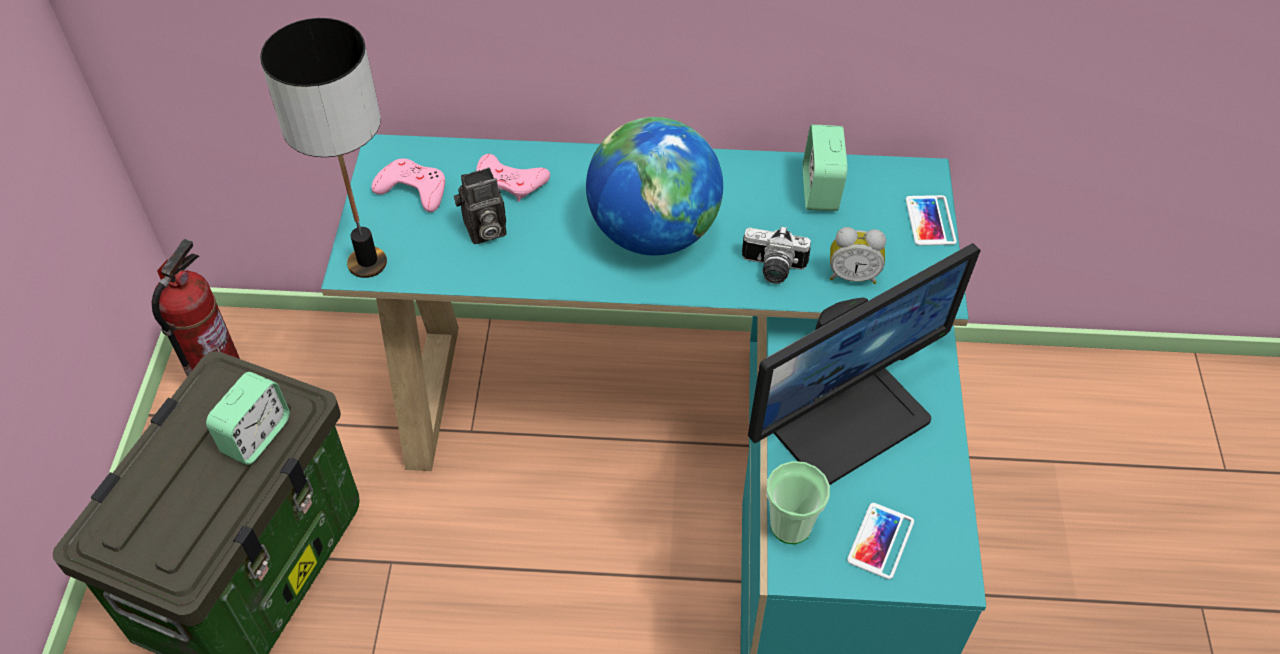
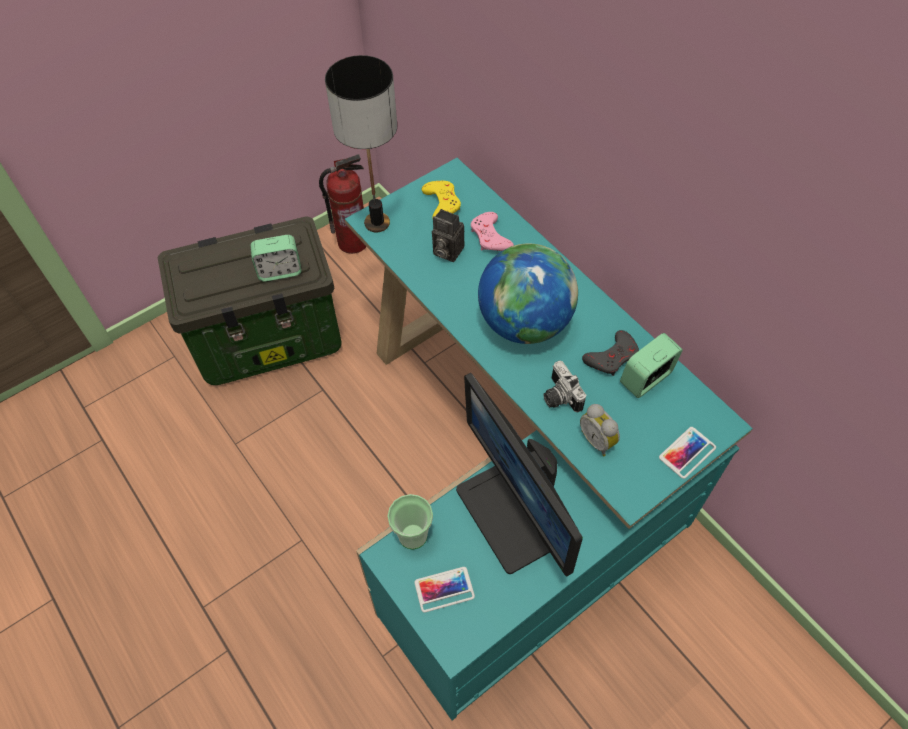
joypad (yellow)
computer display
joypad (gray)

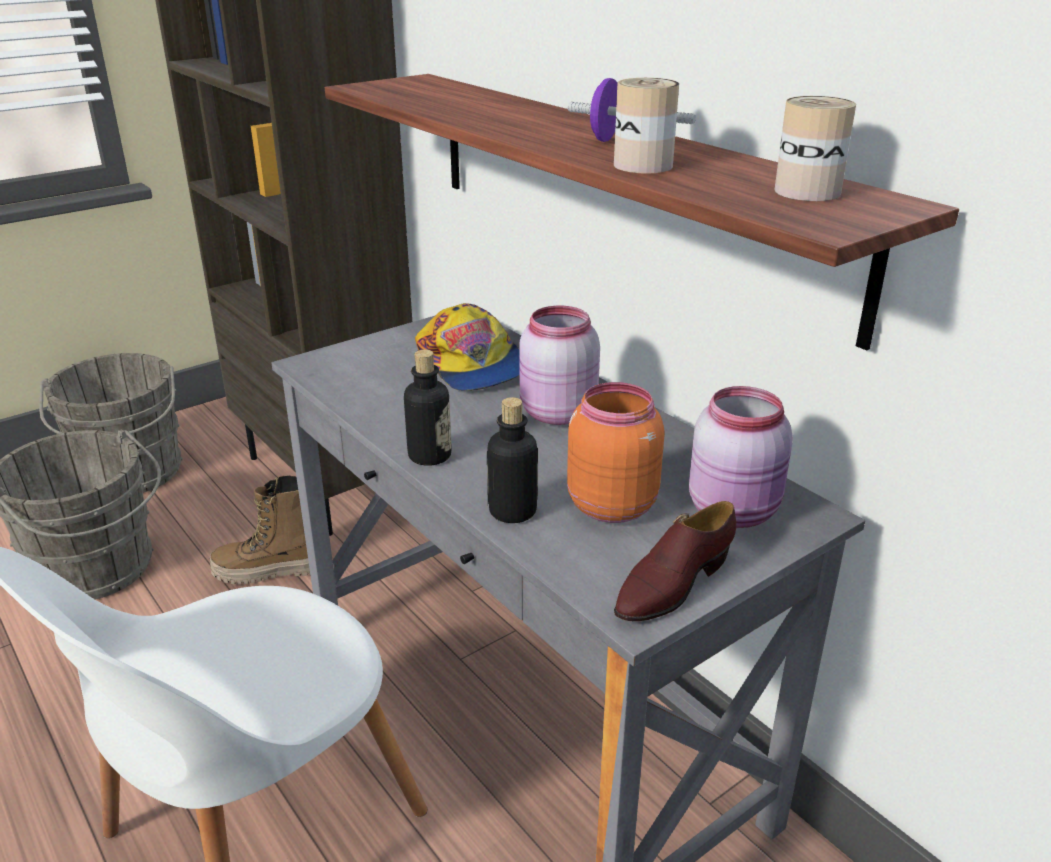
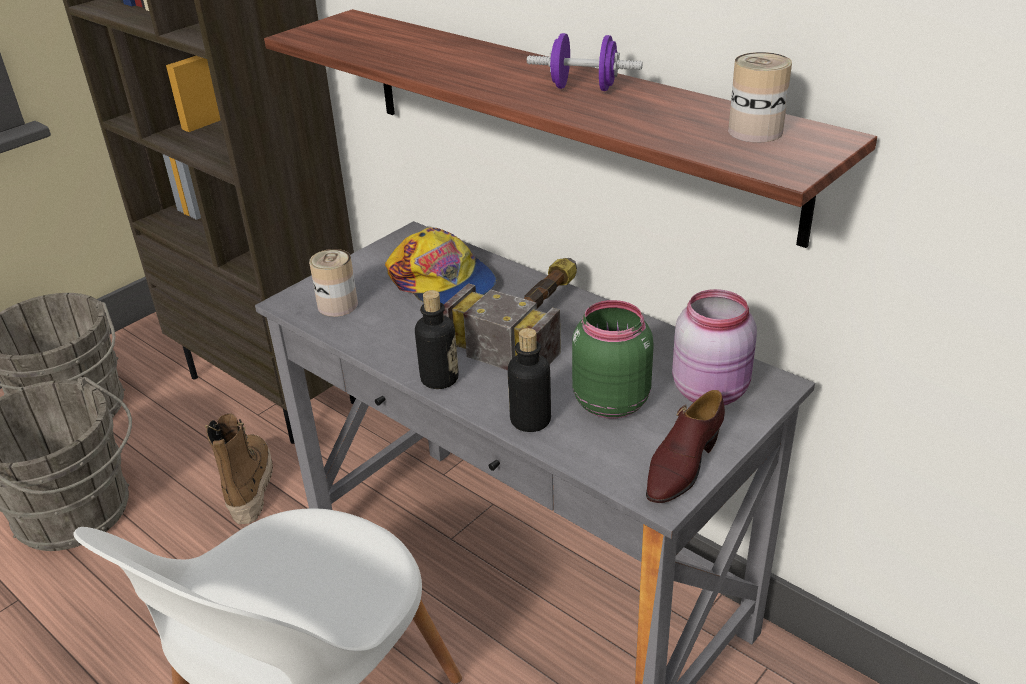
high-top boot
tool hammer
preserve jar (greenish)
metal can (no. 1 from left)

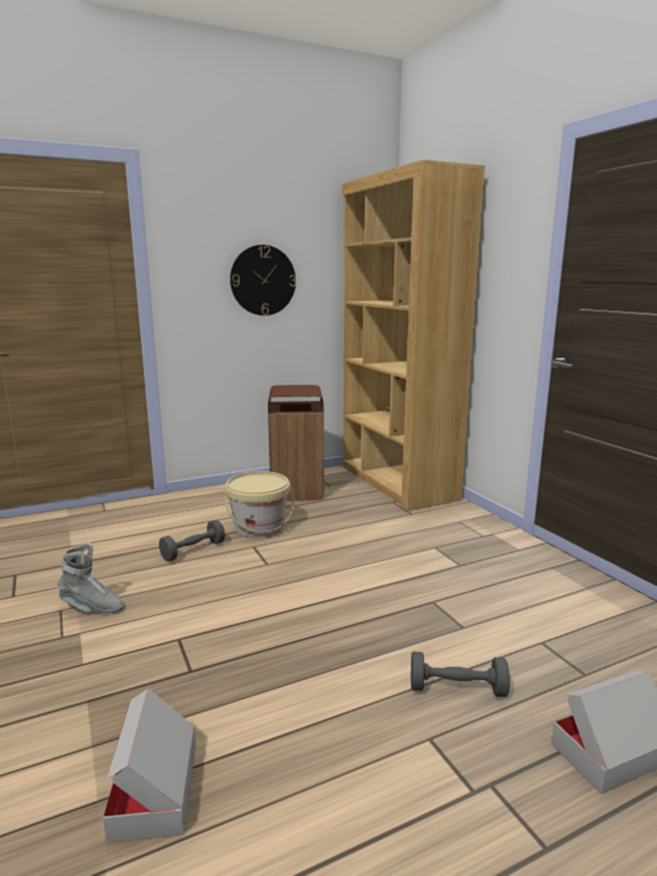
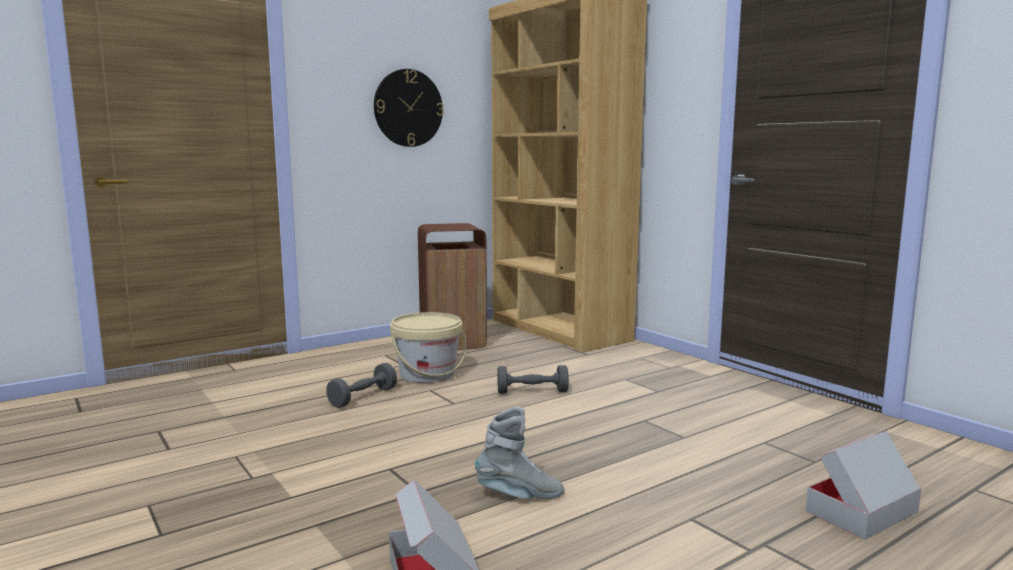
high-top boot (gray)
free weight (gray) (no. 2 from left)

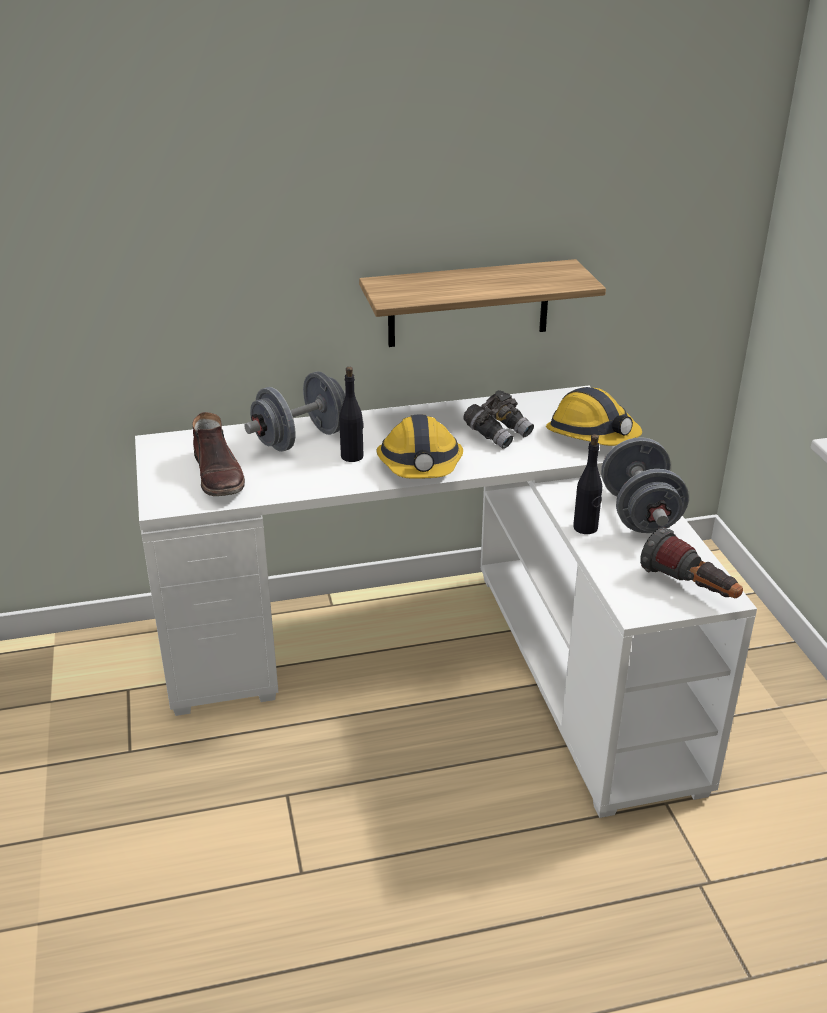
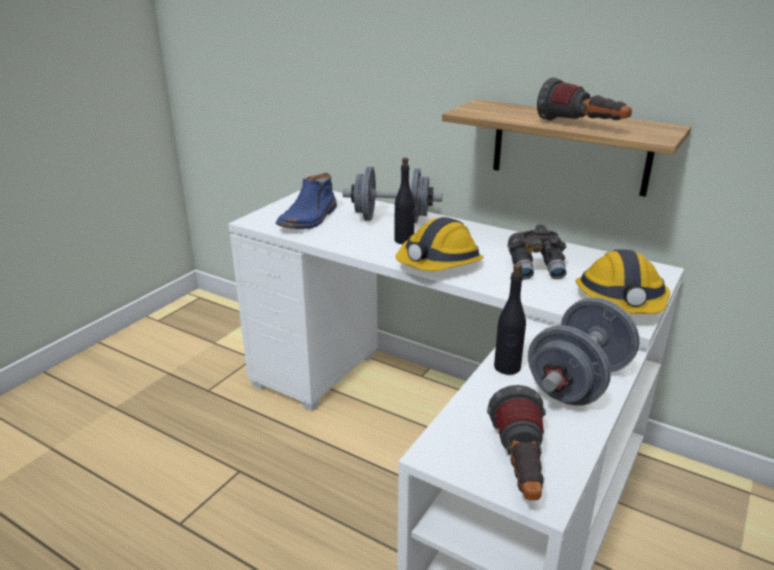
high-top boot (blue-coloured)
torch (no. 2 from left)

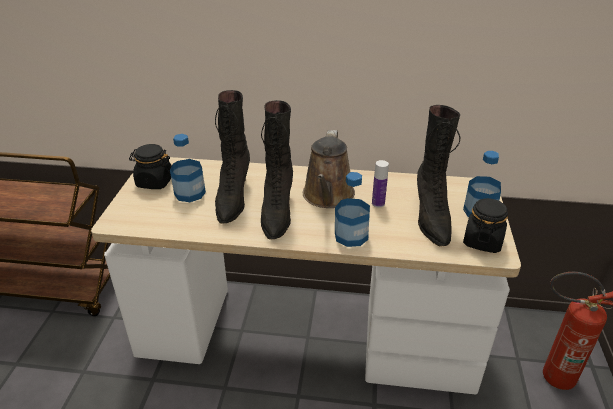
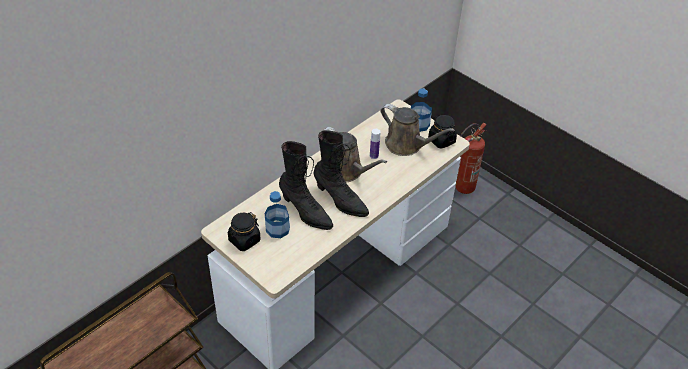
drink bottle (no. 2 from left in the first image)
watering can (brown) (no. 2 from left)

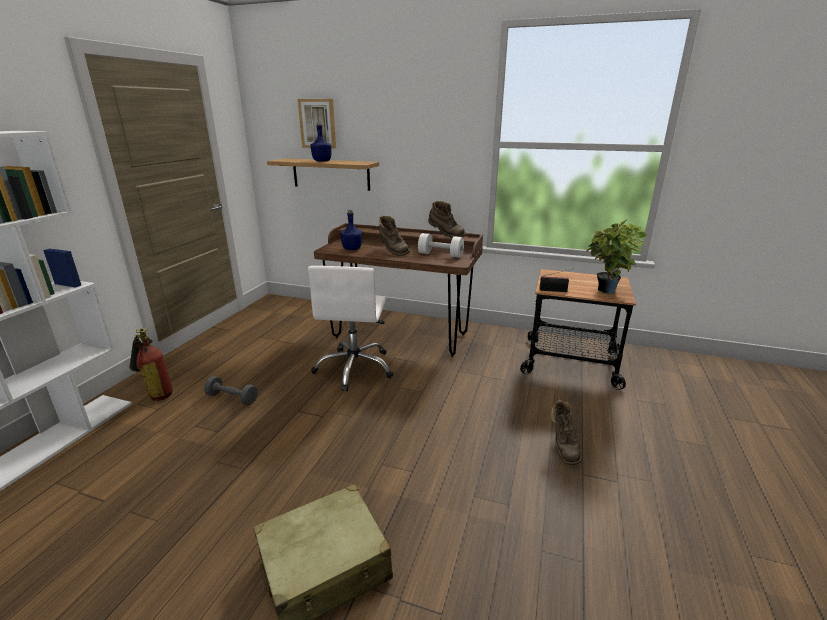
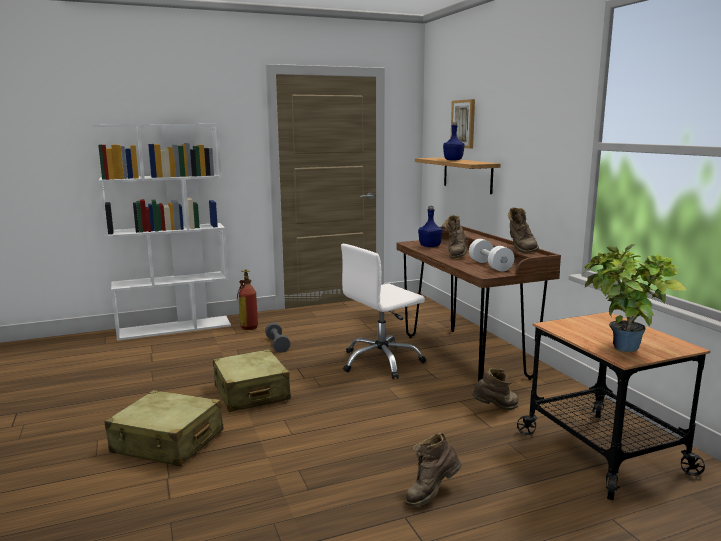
radio
suitcase (beige) (no. 2 from left)
high-top boot (brown) (no. 3 from left)

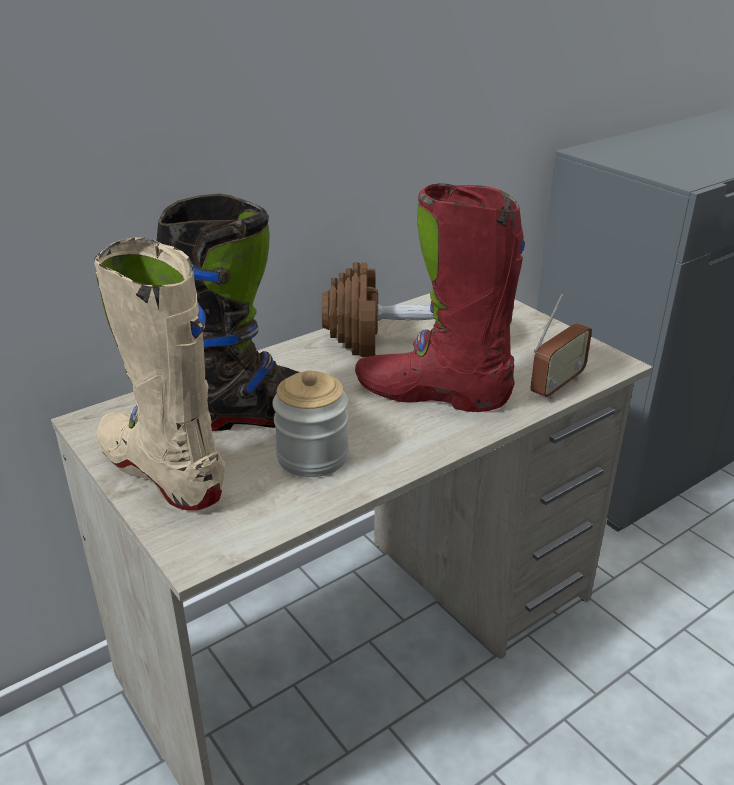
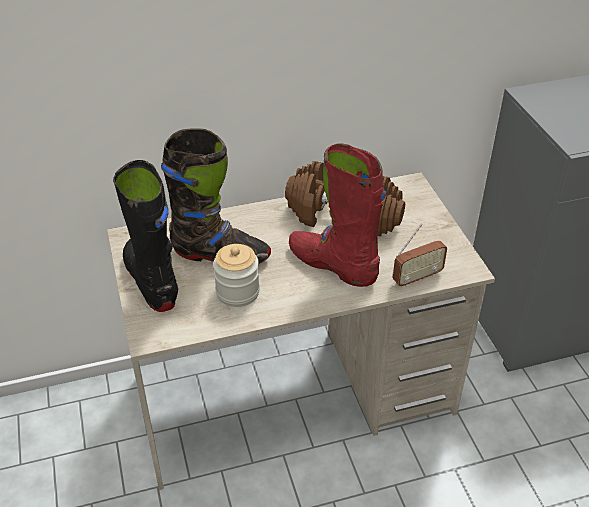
high-top boot (black) (no. 1 from left)

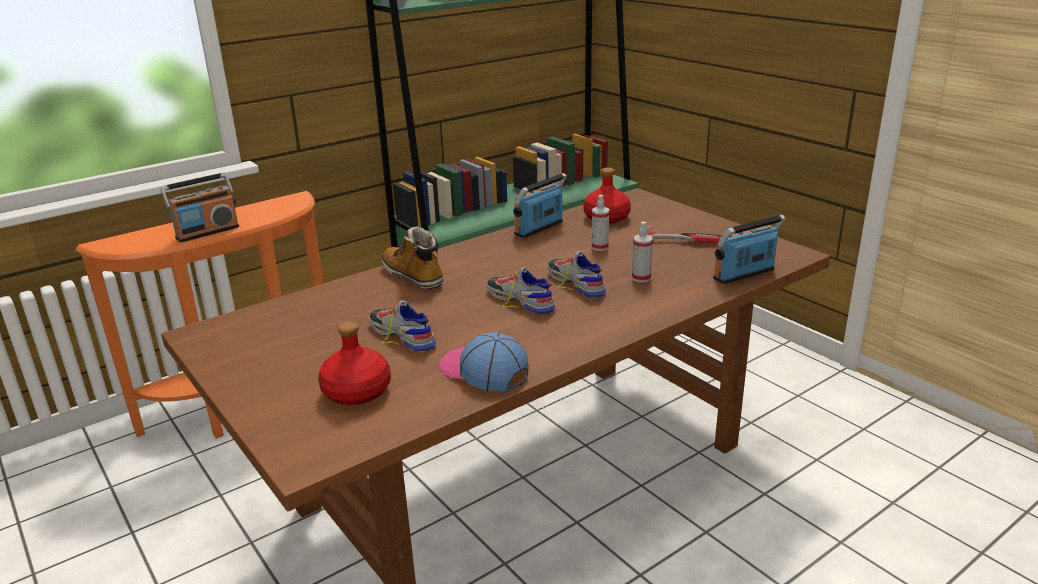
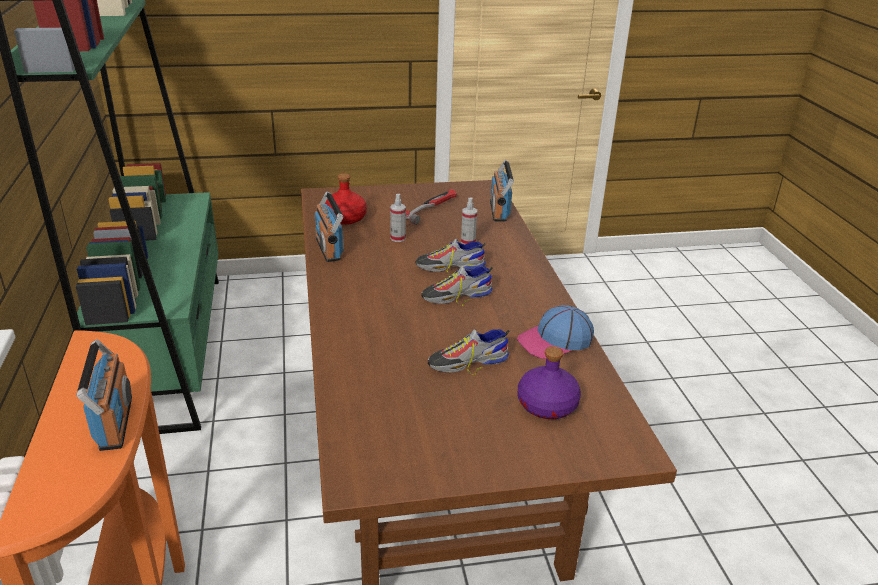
drink bottle (purple)
high-top boot

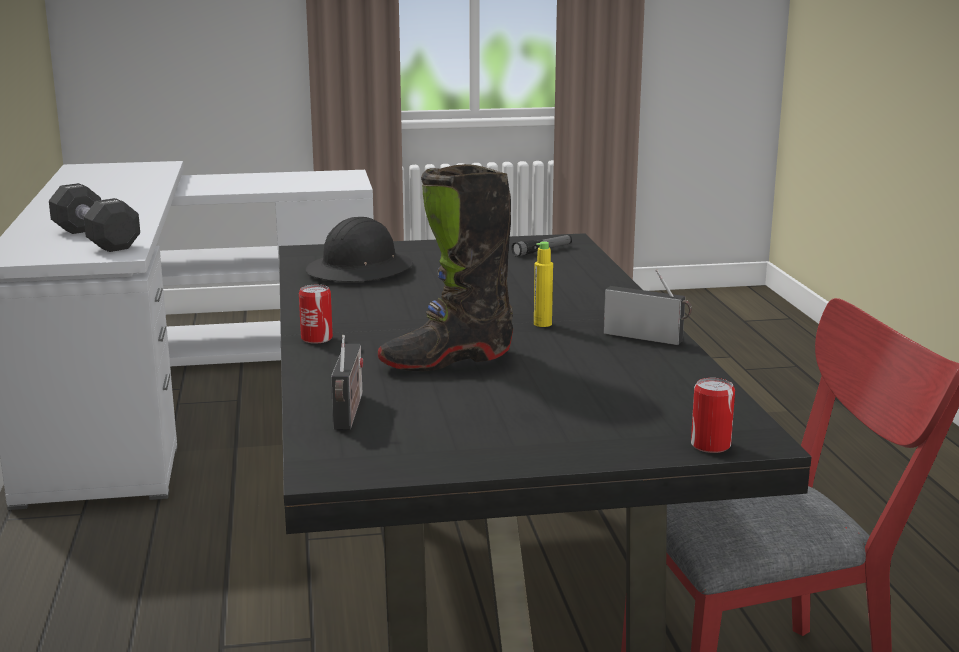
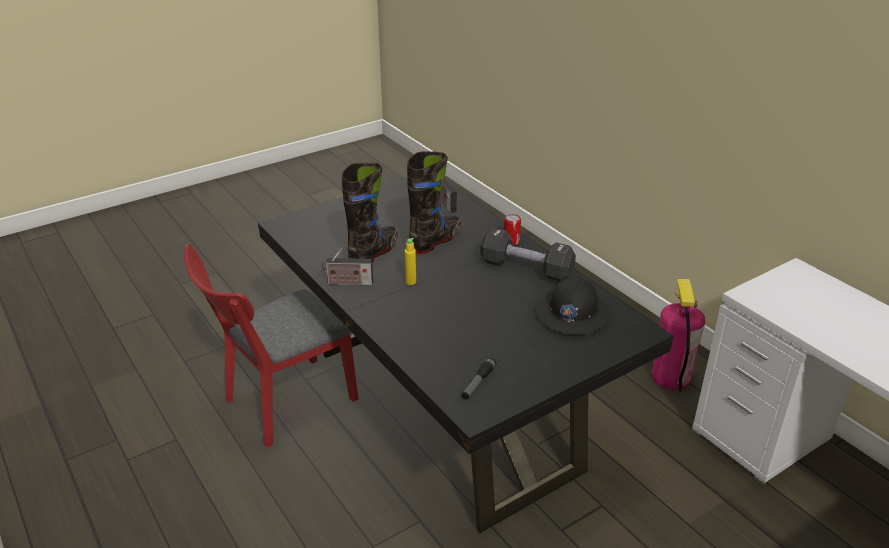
free weight (black)
metal can (no. 2 from left in the first image)
high-top boot (black) (no. 1 from left)
fire-fighting cylinder

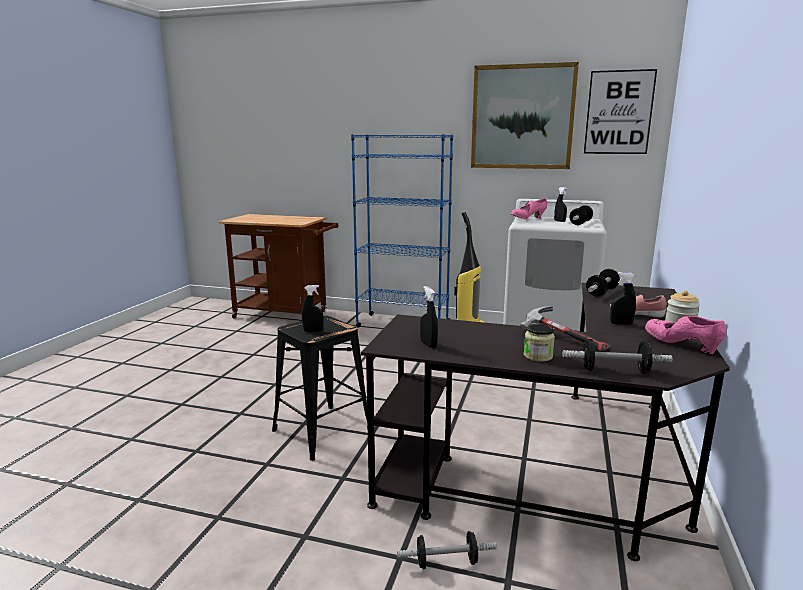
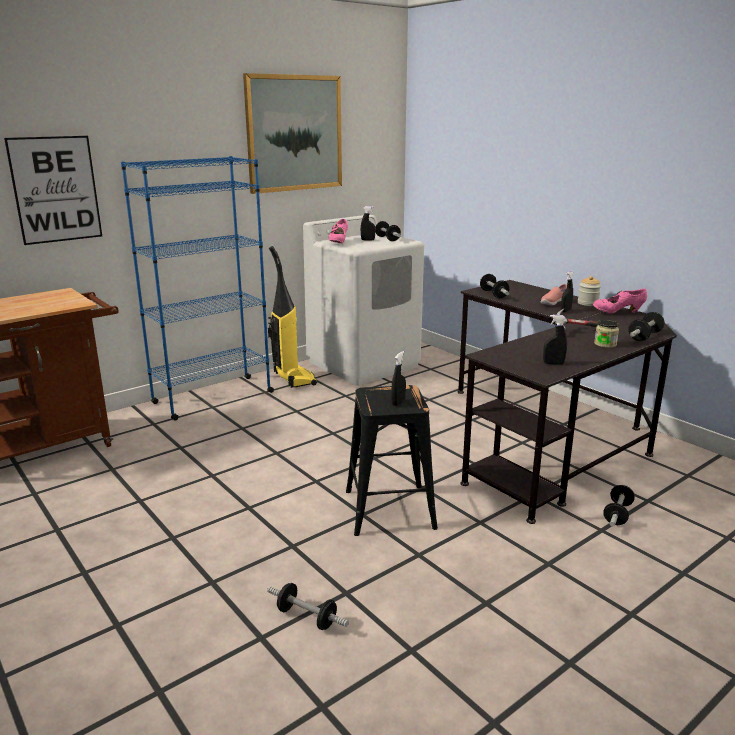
picture (no. 1 from left)
free weight (no. 1 from left)

